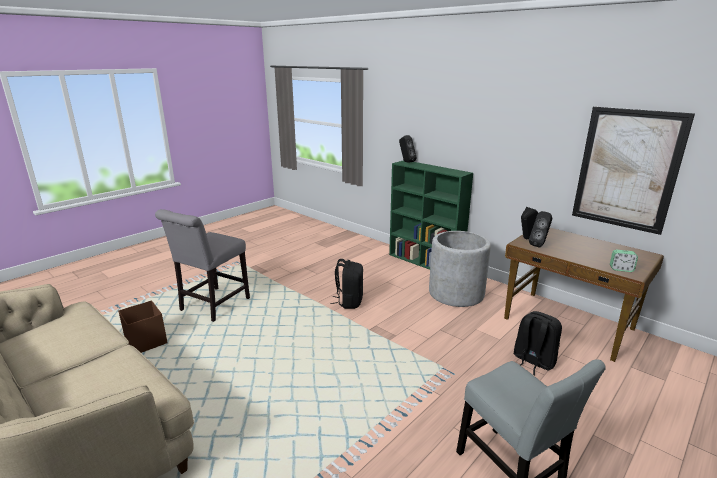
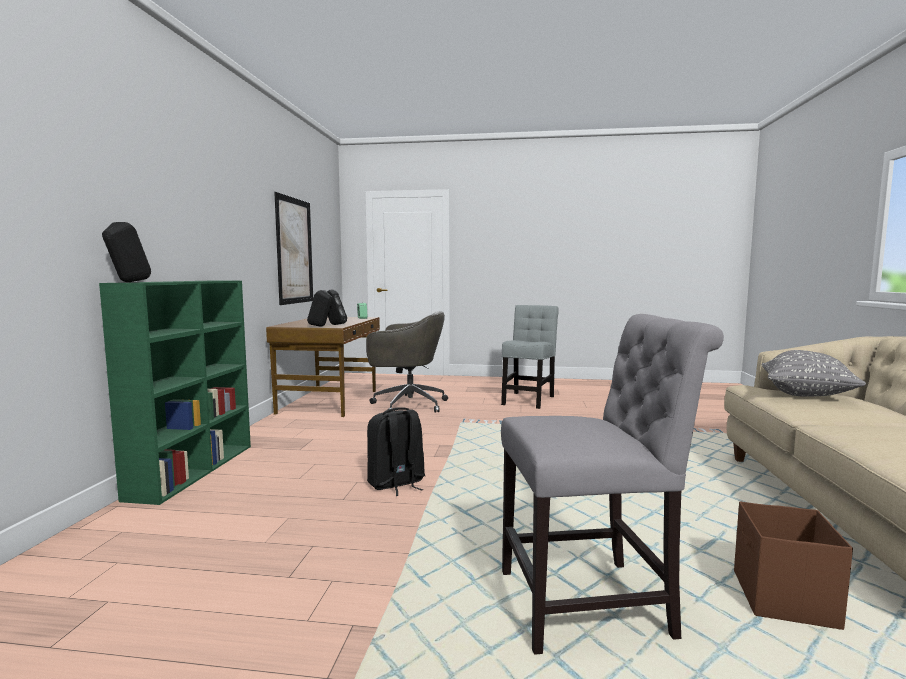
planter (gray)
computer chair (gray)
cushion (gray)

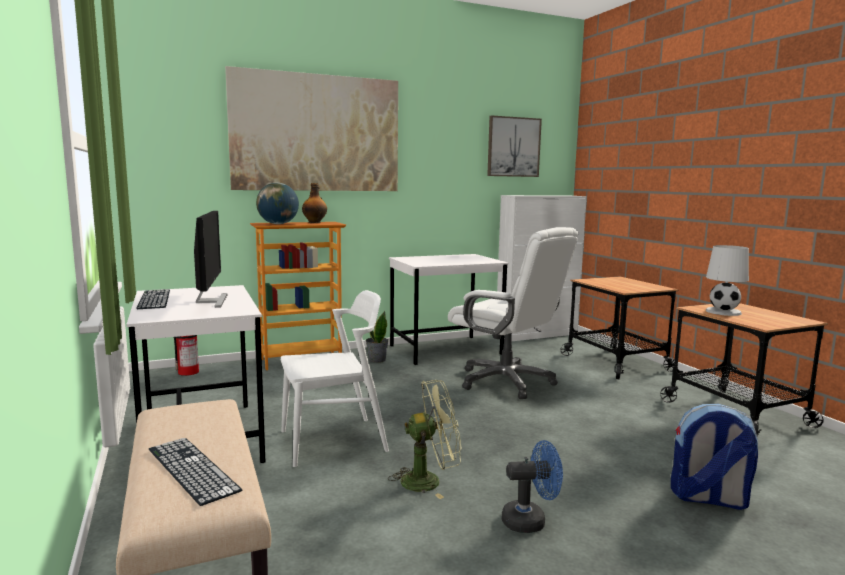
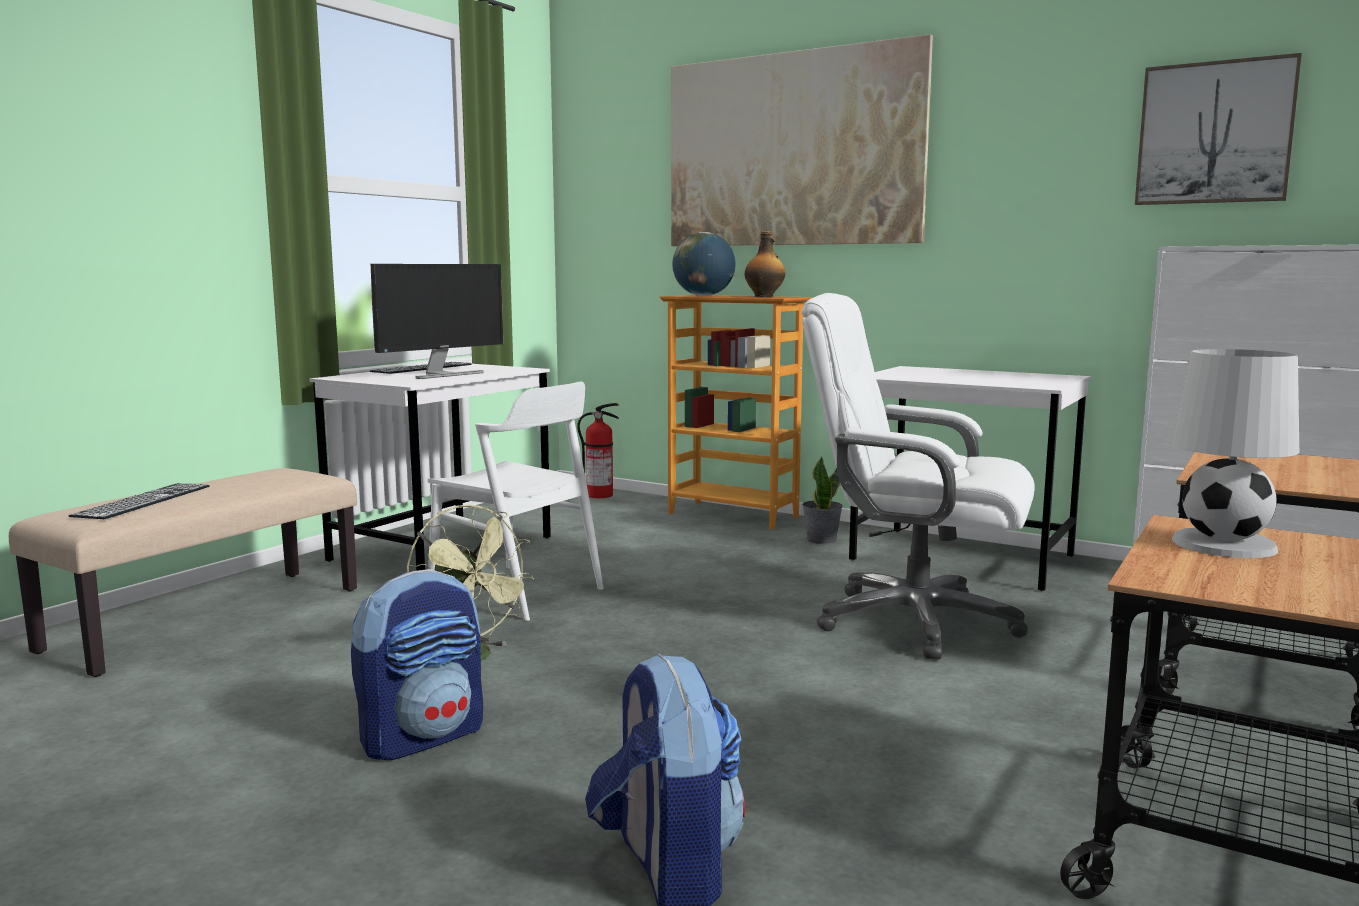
computer chair (white-coloured)
backpack (no. 1 from left)

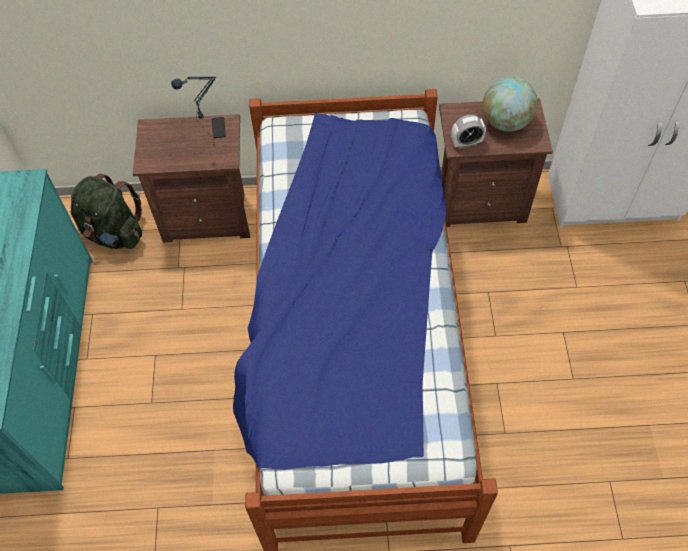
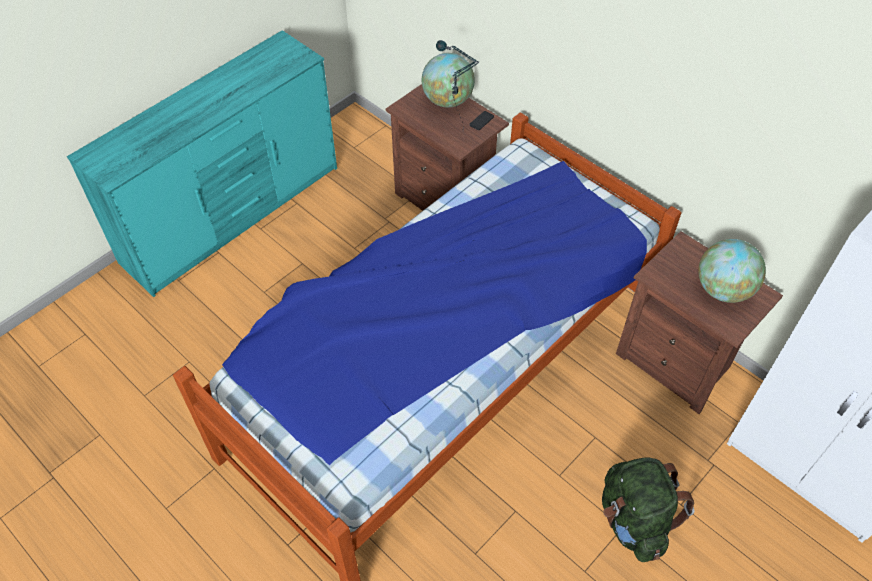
backpack (greenish)
table clock
globe (no. 1 from left)

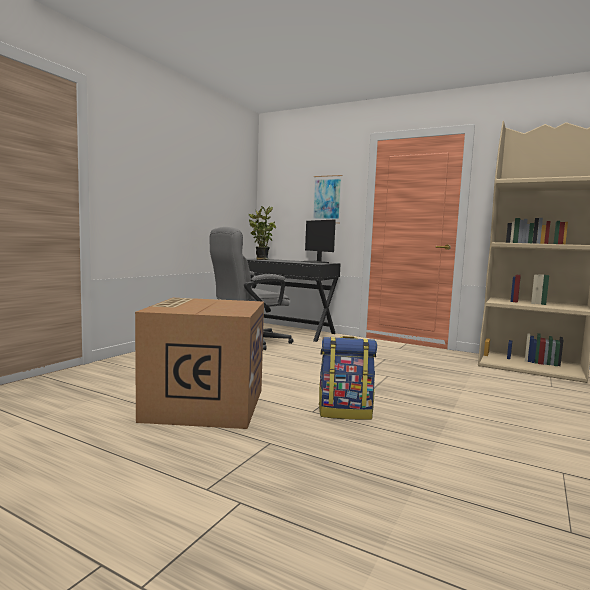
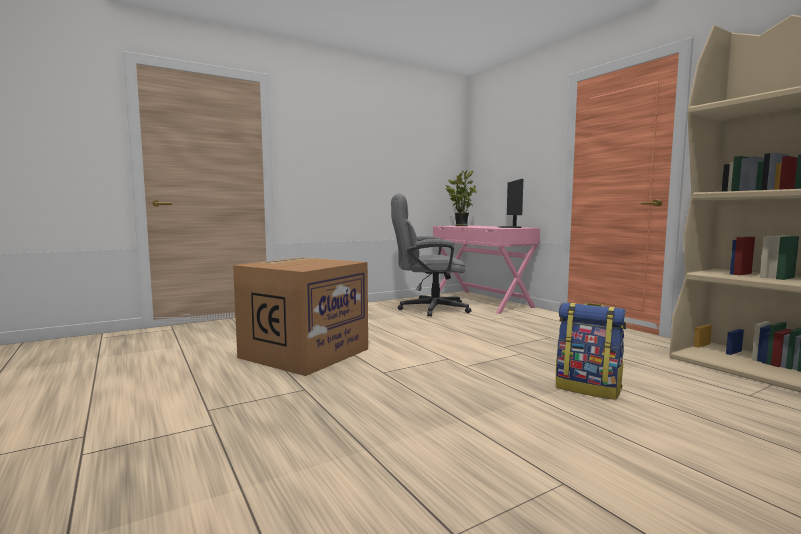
desk (pinkish)
picture
backpack

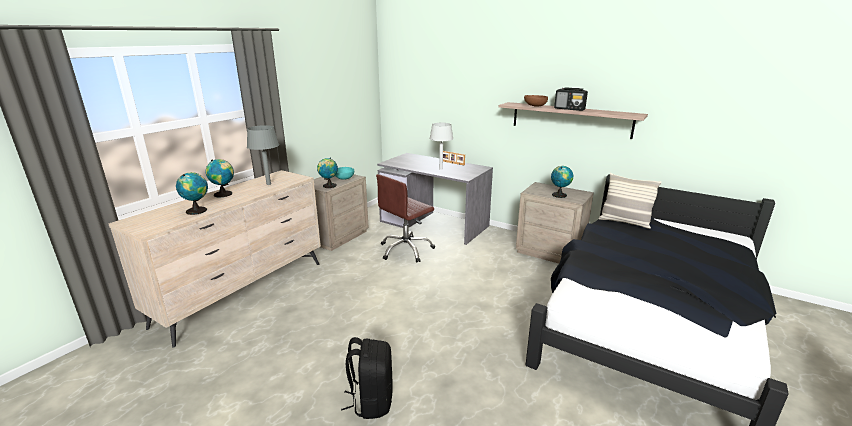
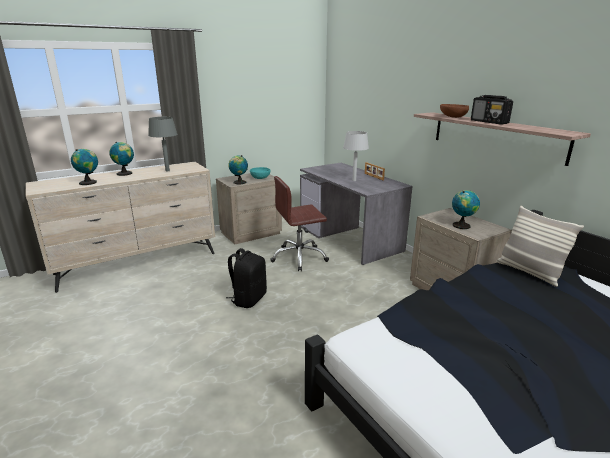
backpack (black)

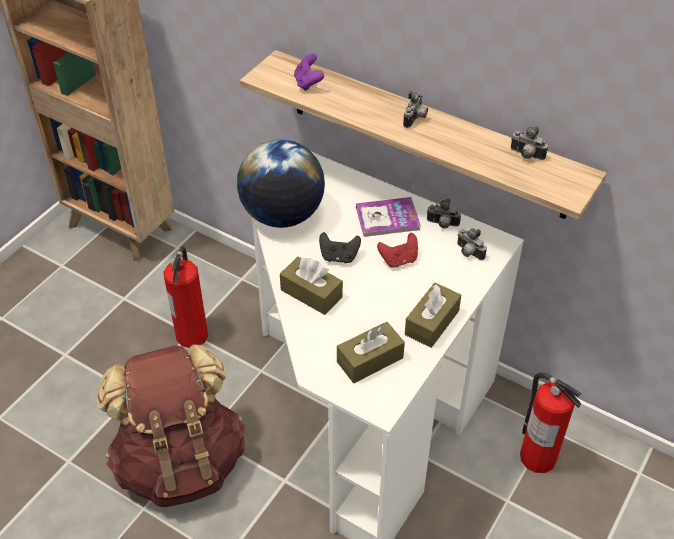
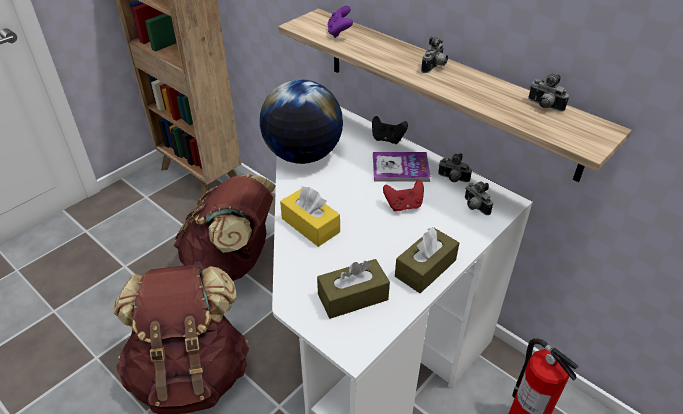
backpack (brown) (no. 2 from left)
box of tissues (yellow)
joypad (black)

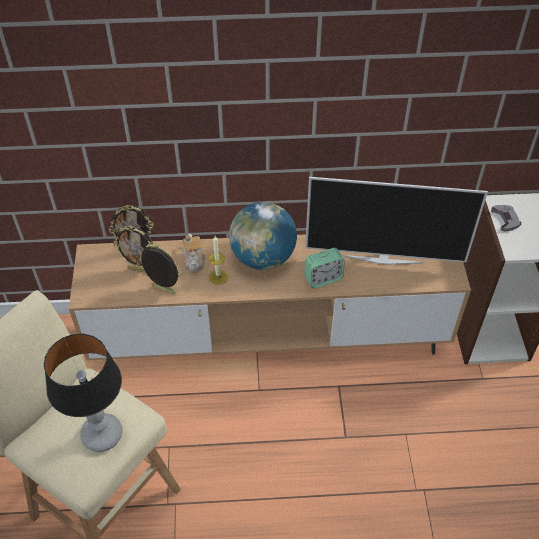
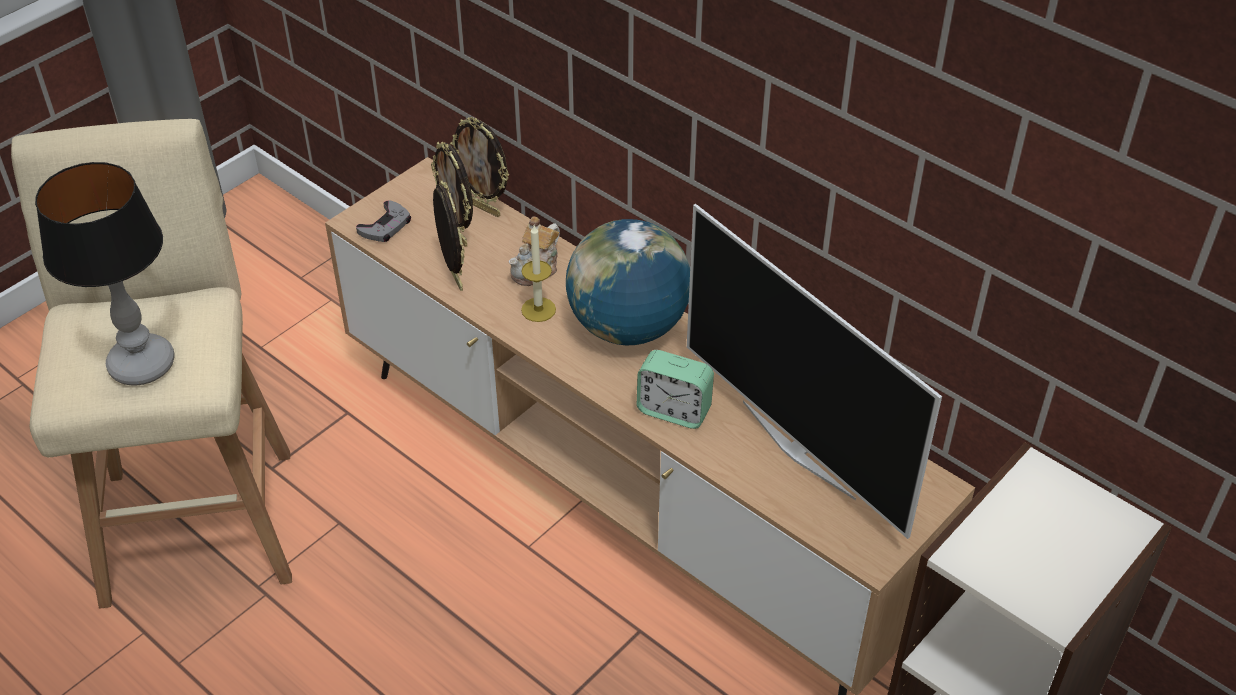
joypad (gray)

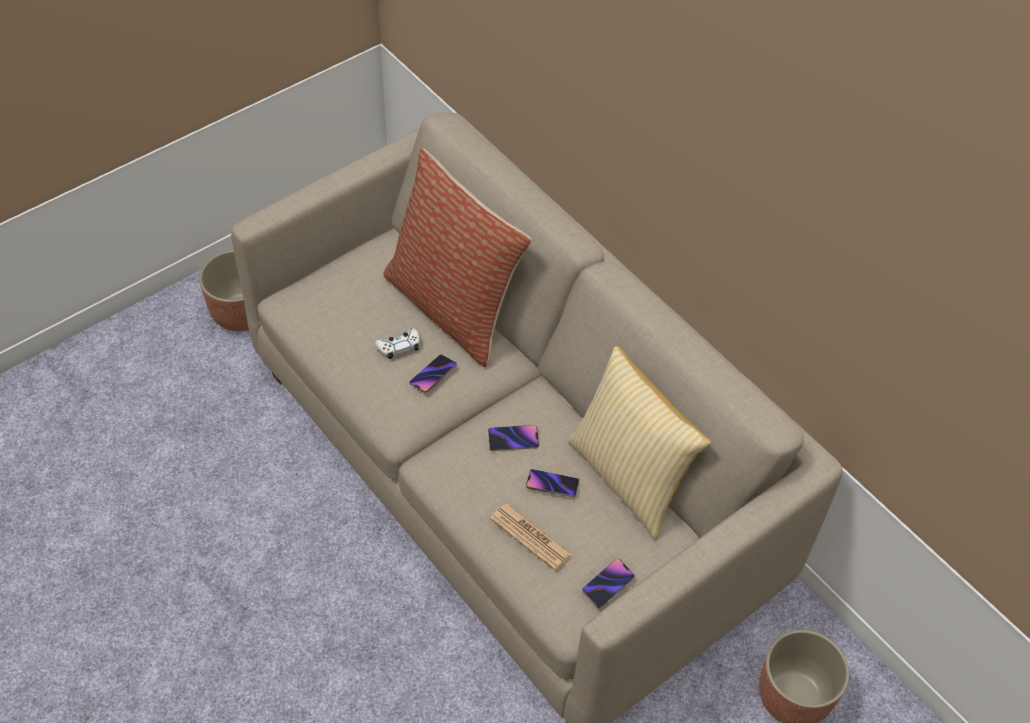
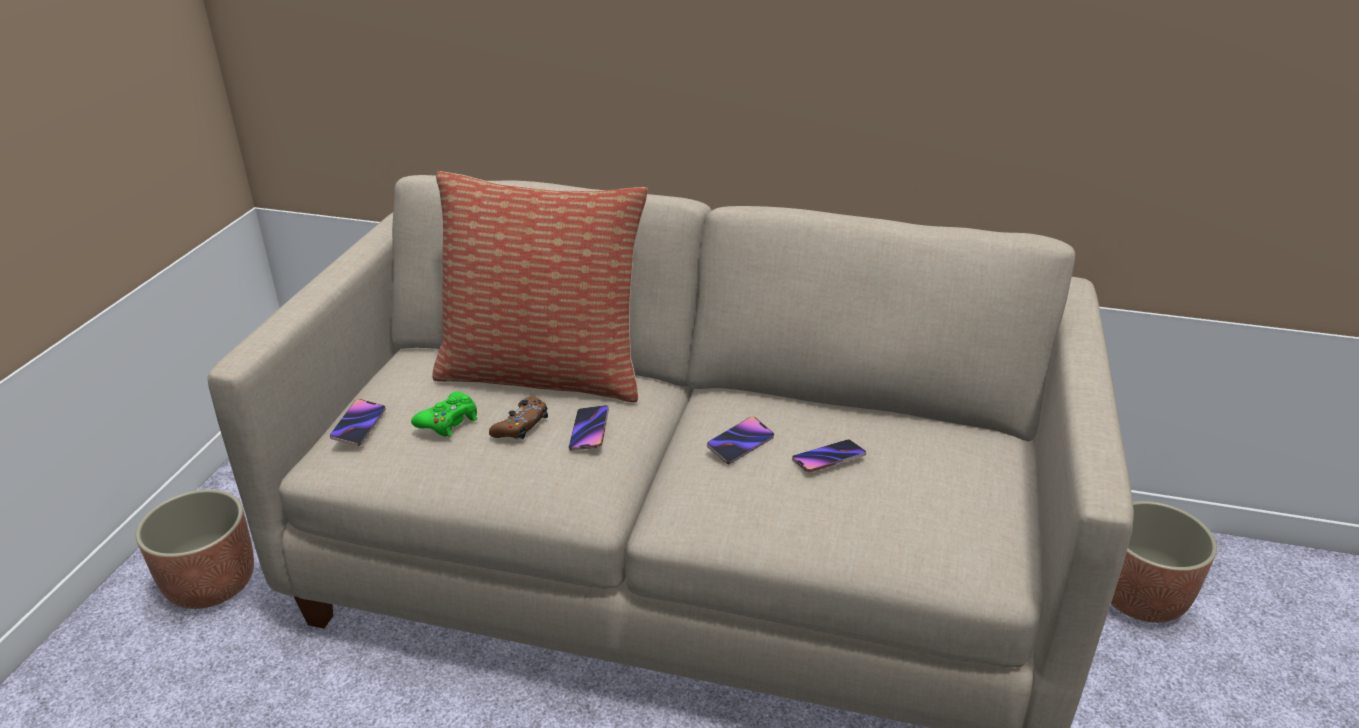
joypad (brown)
daily paper
cushion (no. 2 from left in the first image)
phone (no. 1 from left)
joypad (greenish)

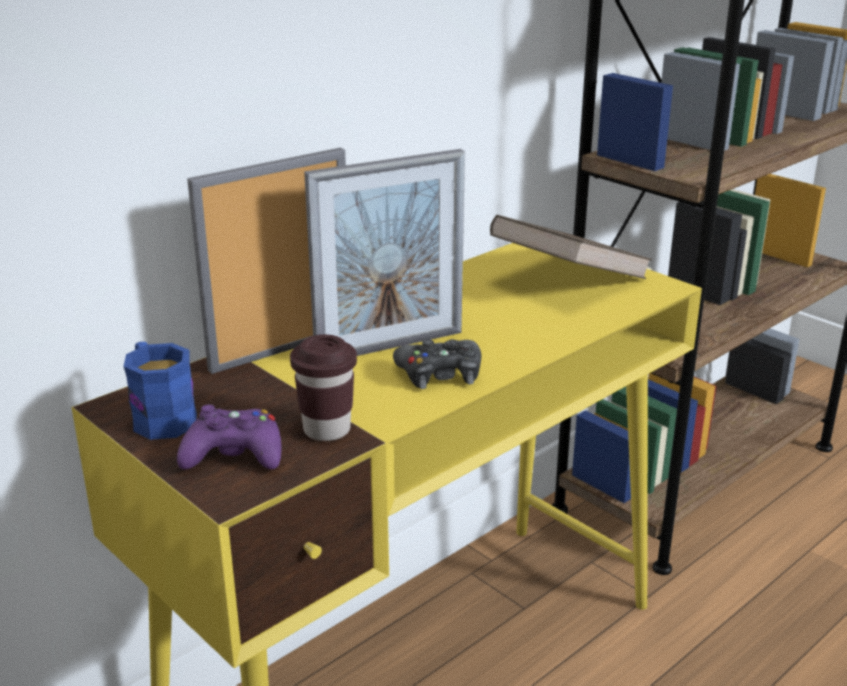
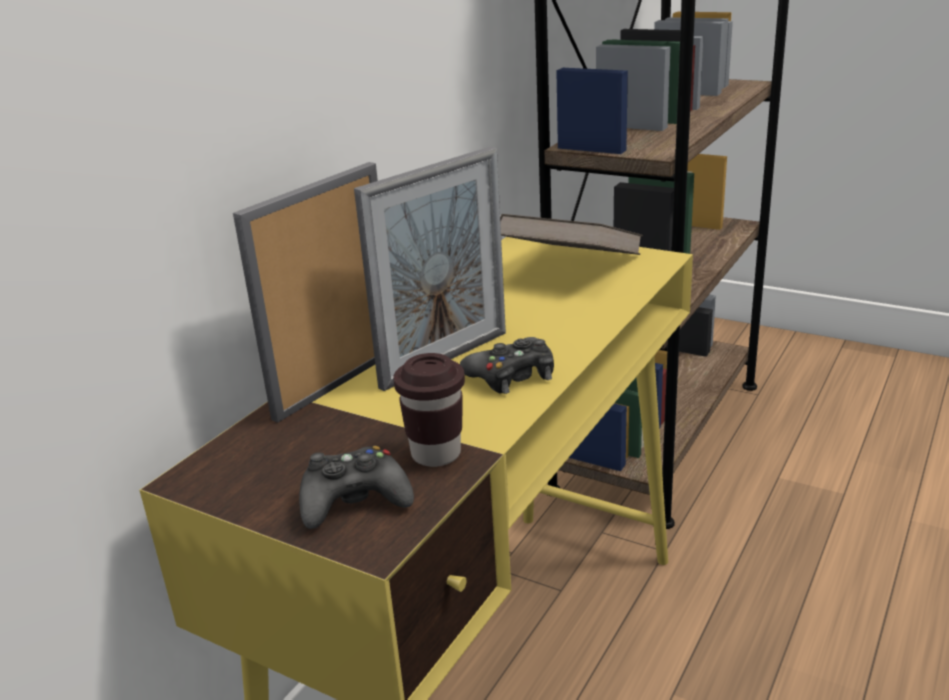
coffee mug (blue-coloured)
joypad (black) (no. 1 from left)

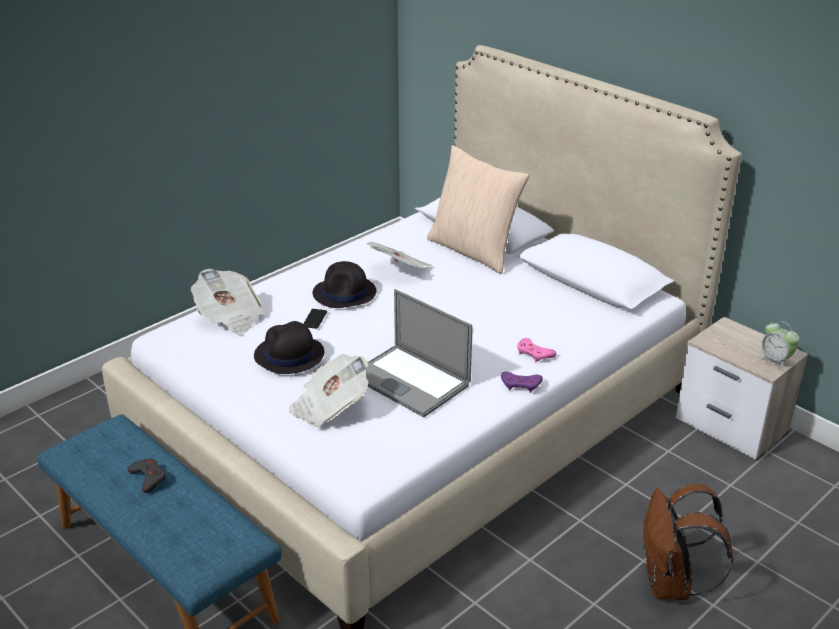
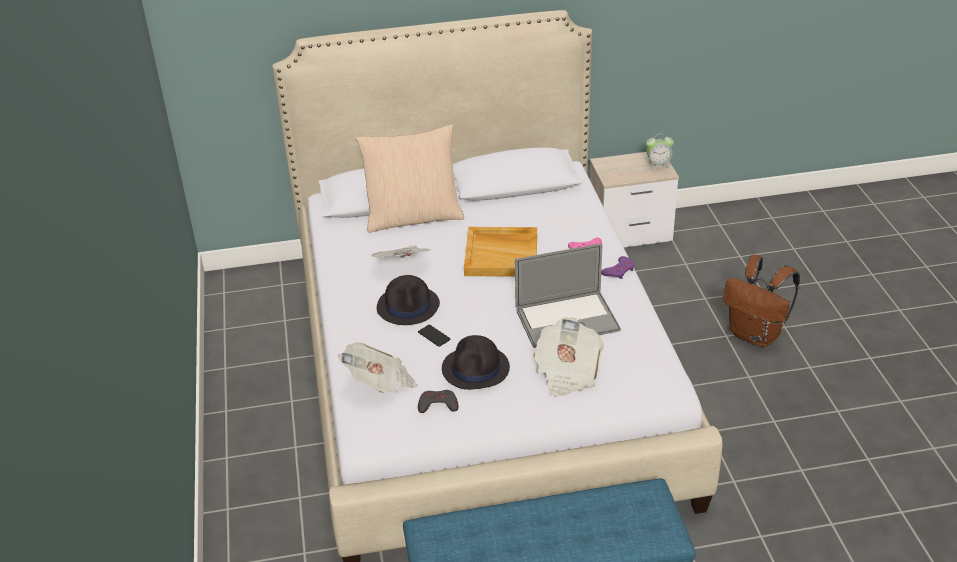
joypad (gray)
serving tray (beige)

